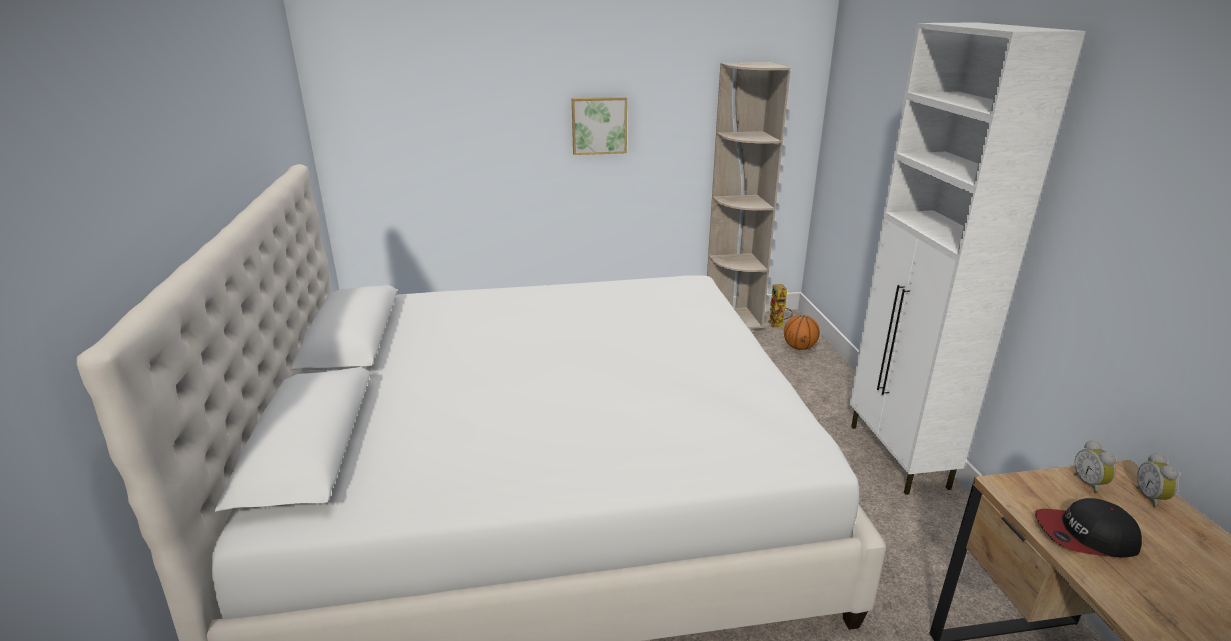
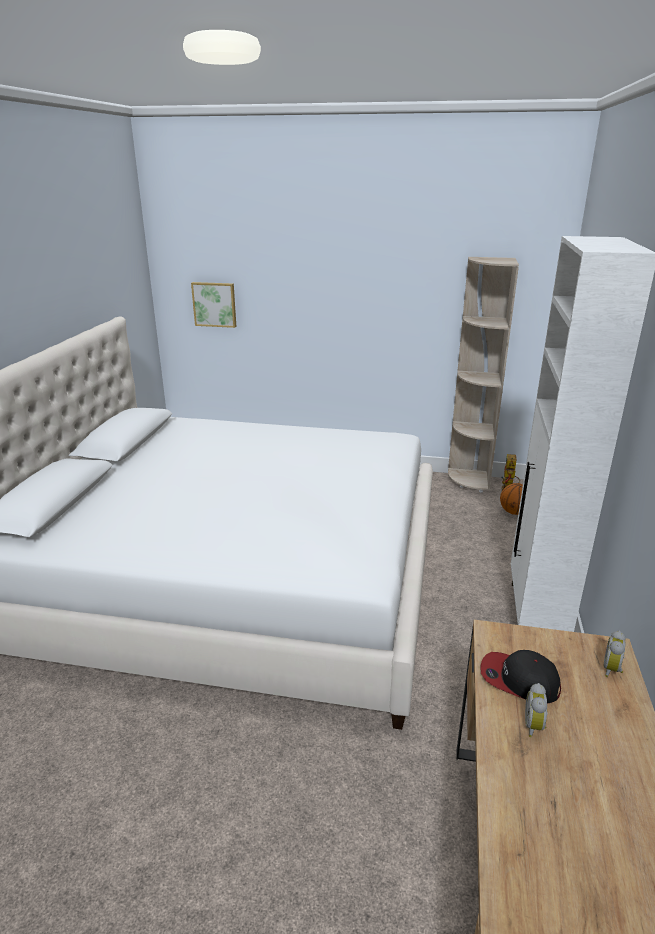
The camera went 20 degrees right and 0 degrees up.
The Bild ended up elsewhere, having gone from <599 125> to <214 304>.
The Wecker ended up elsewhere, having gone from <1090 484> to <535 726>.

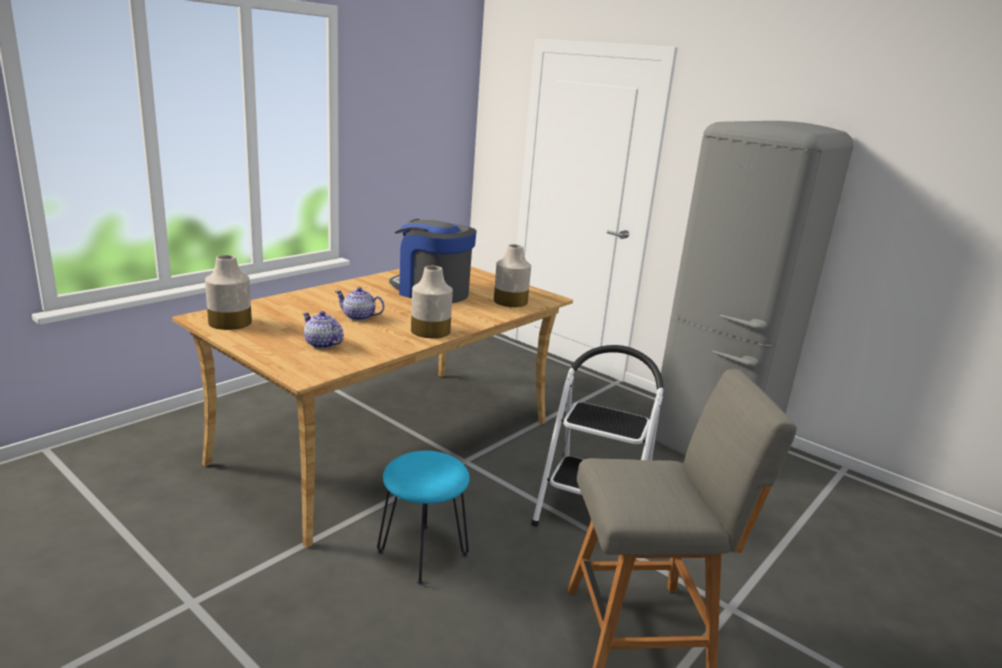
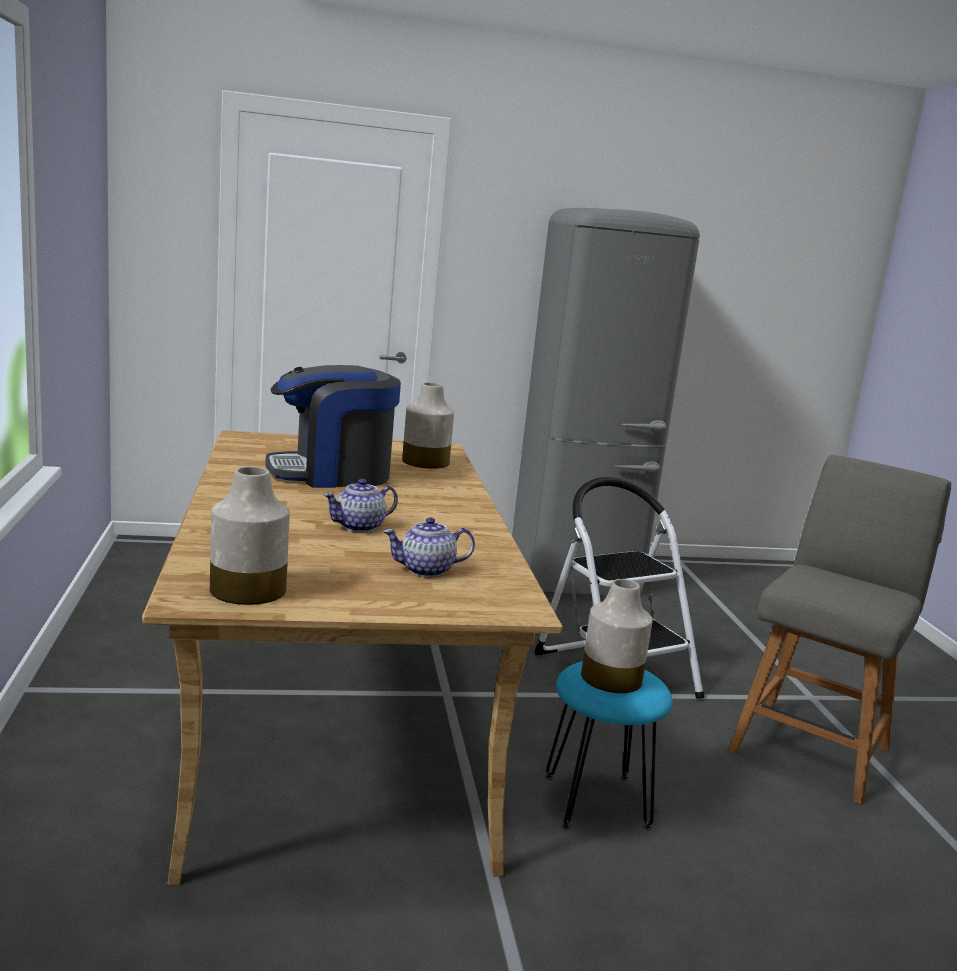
The camera went 50 degrees left and 5 degrees down.
The Vase (beige) ended up elsewhere, having gone from <431 331> to <612 677>.

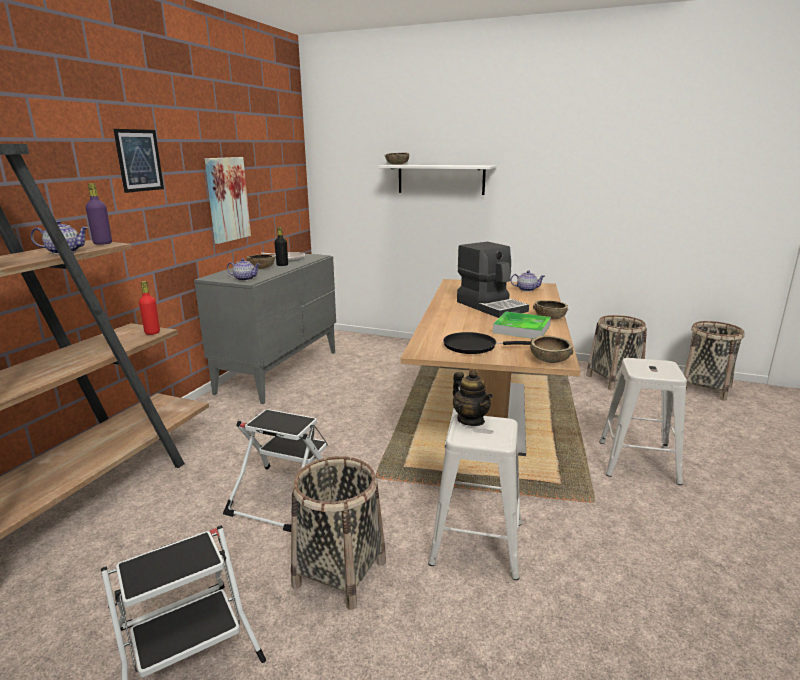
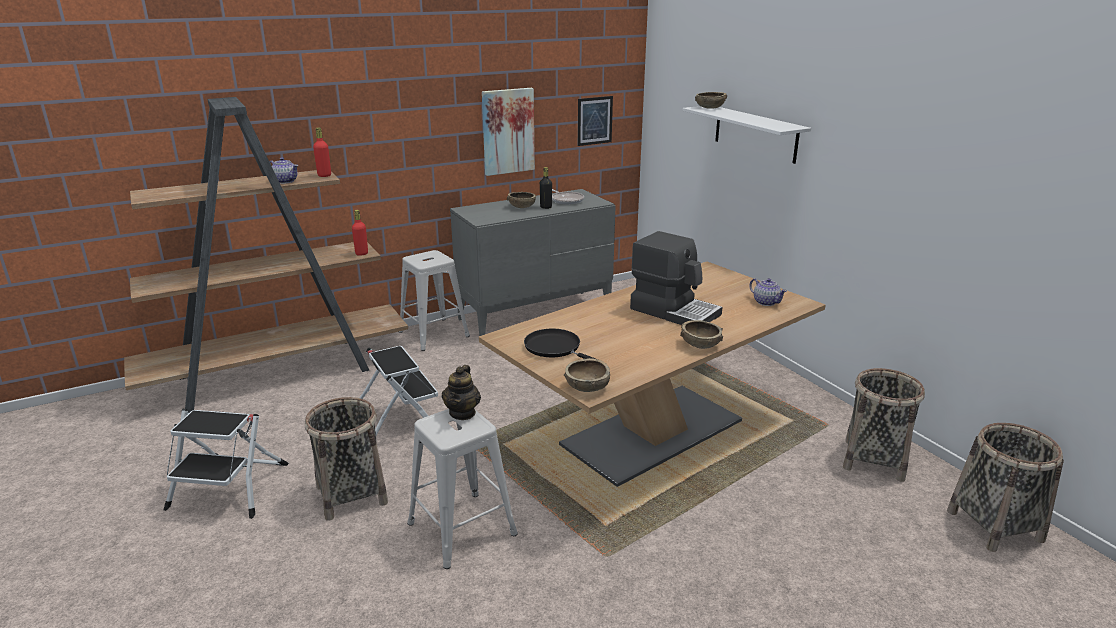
The camera went 40 degrees right and 5 degrees up.
What was the Flasche (lila) at <103 243> turned into the Flasche (rot) at <324 175>.
The Bild ended up elsewhere, having gone from <139 160> to <594 120>.
The second view lost the Teekanne at <244 279>.
The Kaffeemaschine at <491 306> ended up facing another way, 60 degrees counterclockwise from before.
The second view lost the Tablett at <521 329>.
The Hocker (weiß) ended up elsewhere, having gone from <638 462> to <433 334>.

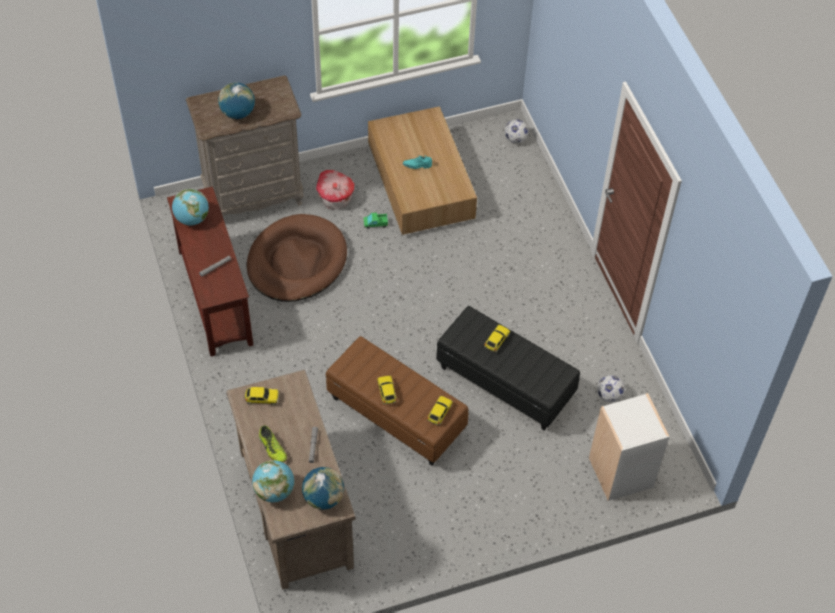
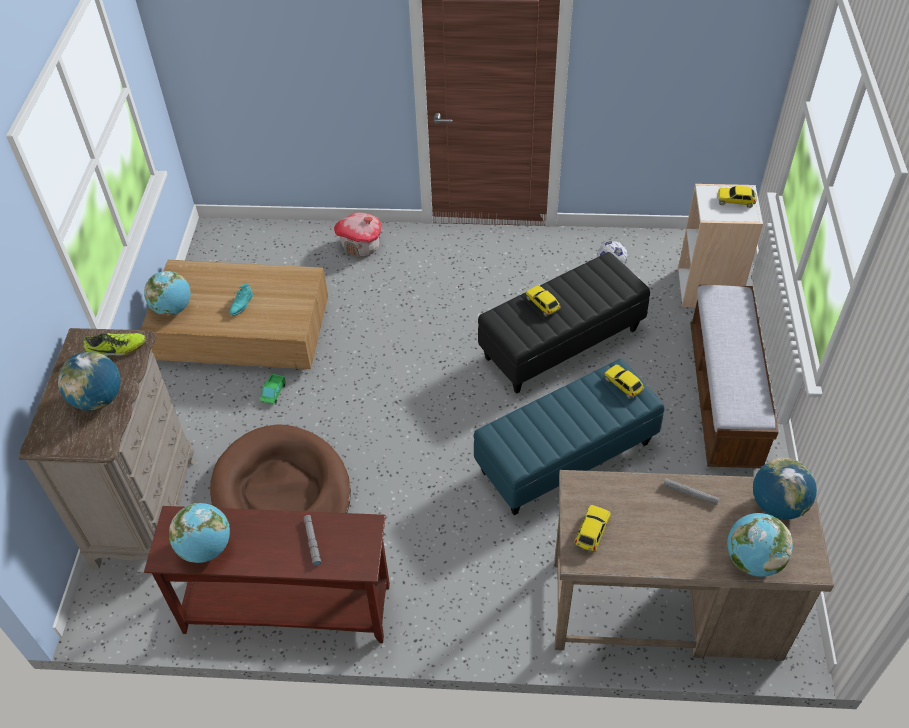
The camera went 65 degrees left and 5 degrees down.
The Schuh ended up elsewhere, having gone from <272 448> to <117 349>.
The Spielzeughaus ended up elsewhere, having gone from <335 198> to <361 245>.
What was the Polsterhocker (braun) at <395 417> turned into the Polsterhocker (blau) at <566 459>.
The Spielzeugauto ended up elsewhere, having gone from <387 392> to <735 201>.
The second view lost the Fußball at <515 139>.
The second view gained the Globus at <173 309>.
The second view gained the Bank at <723 396>.

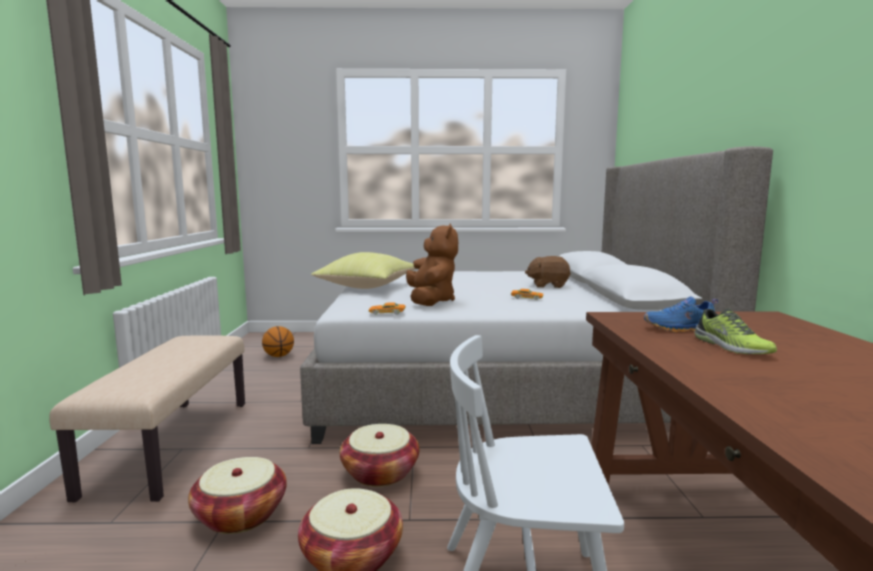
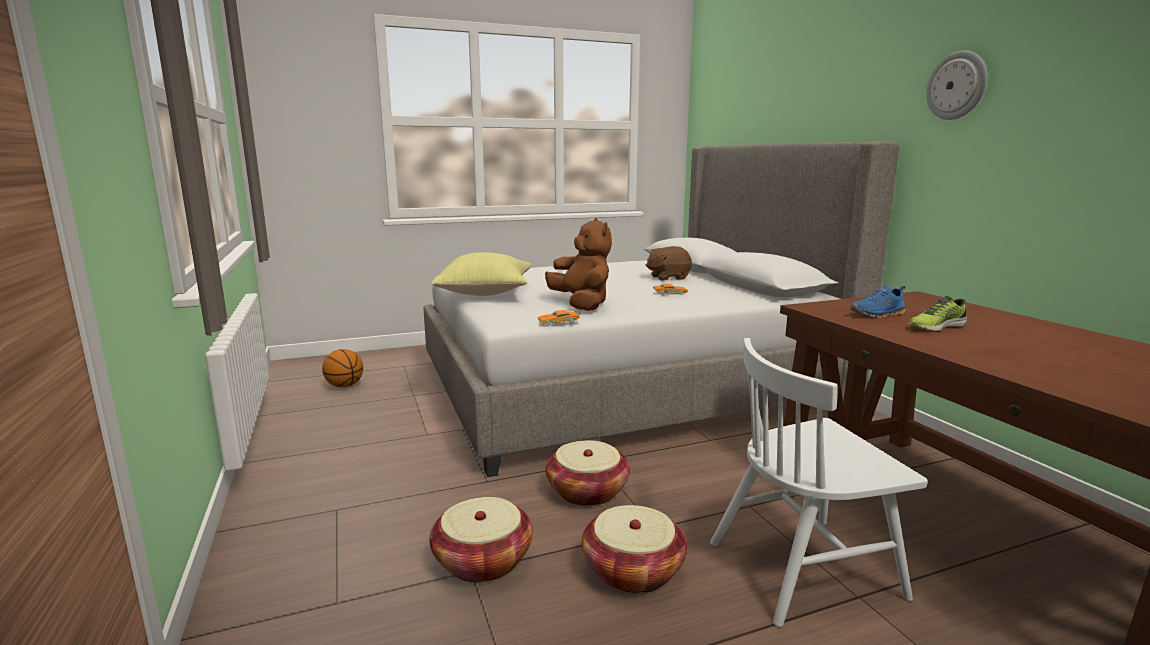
The camera went 20 degrees left and 5 degrees up.
The second view lost the Bank (beige) at <172 444>.
The Schuh at <730 347> ended up facing another way, 105 degrees clockwise from before.
The second view gained the Wanduhr at <957 85>.

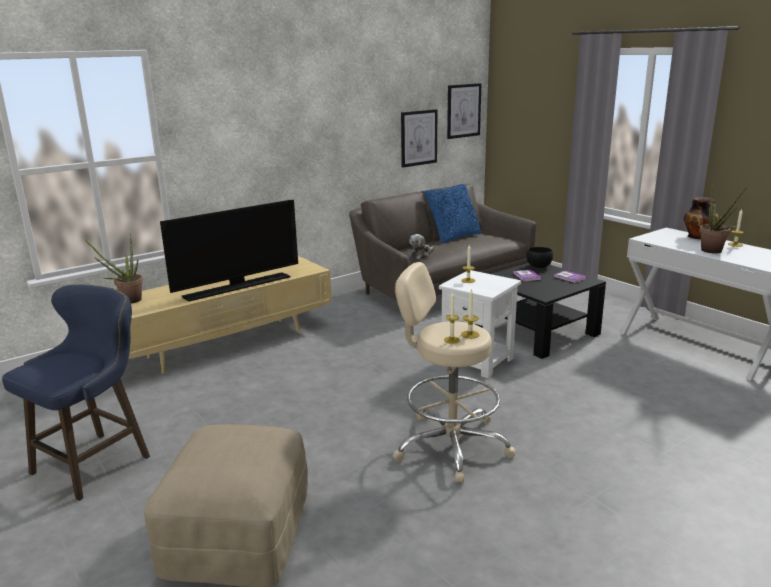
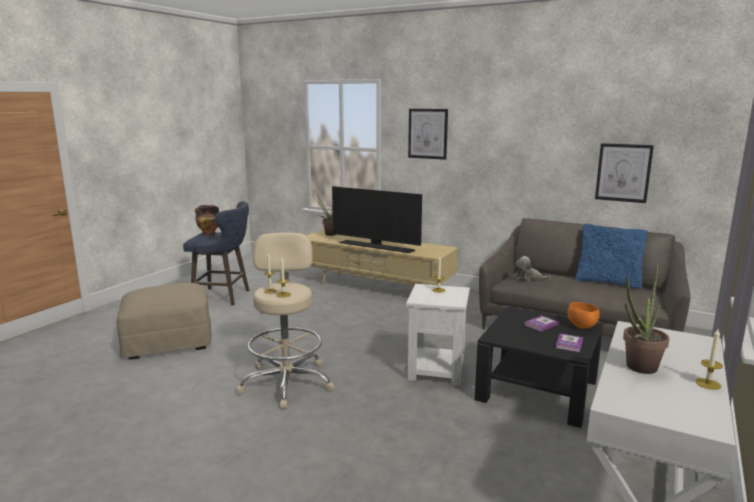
The camera went 65 degrees right and 5 degrees down.
The Bild ended up elsewhere, having gone from <463 110> to <428 133>.
What was the Schüssel (schwarz) at <539 267> turned into the Schüssel (orange) at <581 326>.
The Vase ended up elsewhere, having gone from <698 237> to <208 234>.

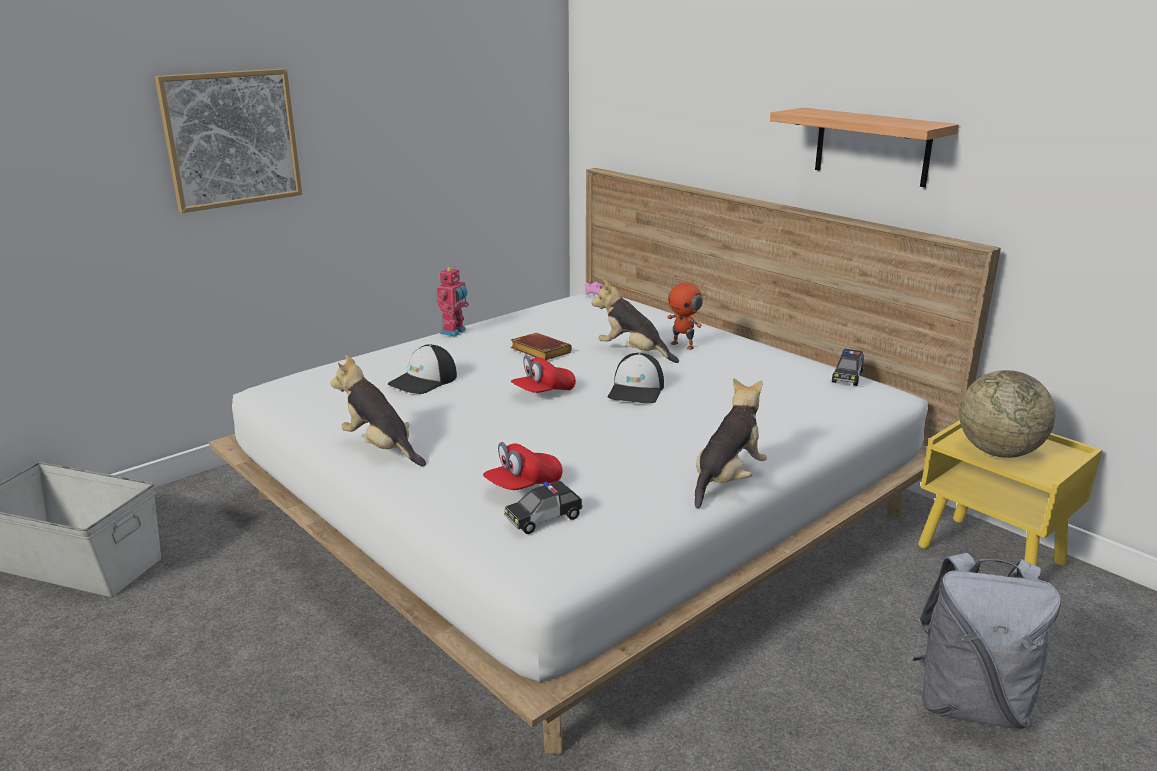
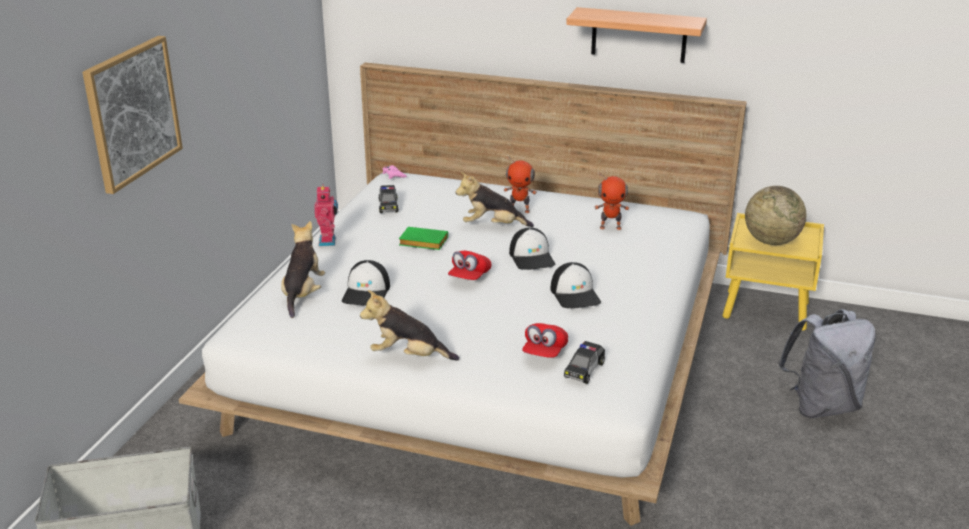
The camera went 30 degrees left and 5 degrees up.
What was the Buch (braun) at <538 352> turned into the Buch (grün) at <422 243>.
The Plüschtier ended up elsewhere, having gone from <727 479> to <303 294>.
The Spielzeugauto ended up elsewhere, having gone from <847 376> to <388 206>.
The second view gained the Kappe at <575 294>.
The second view gained the Spielzeugroboter at <610 227>.

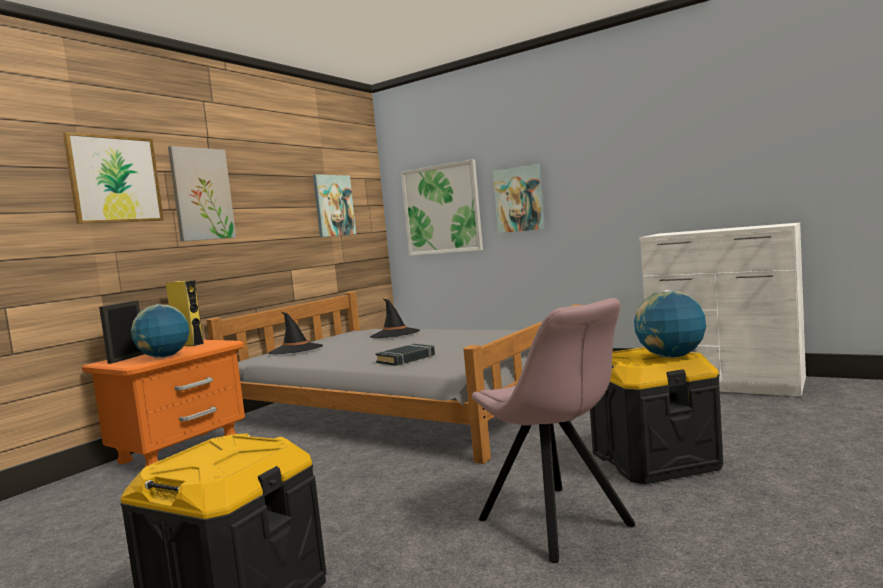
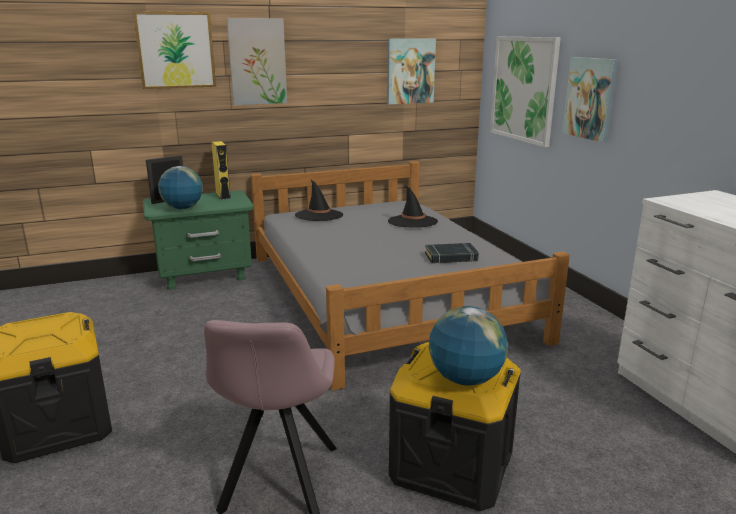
The camera went 35 degrees right and 15 degrees up.
What was the Nachttisch (orange) at <182 450> turned into the Nachttisch (grün) at <205 277>.
The Buch (schwarz) ended up elsewhere, having gone from <406 359> to <451 257>.

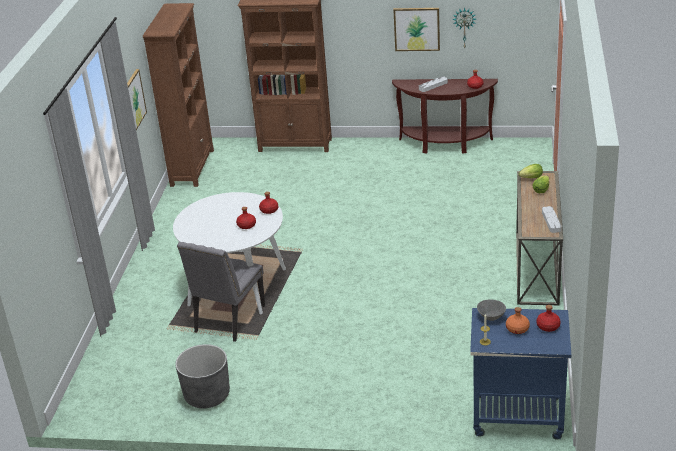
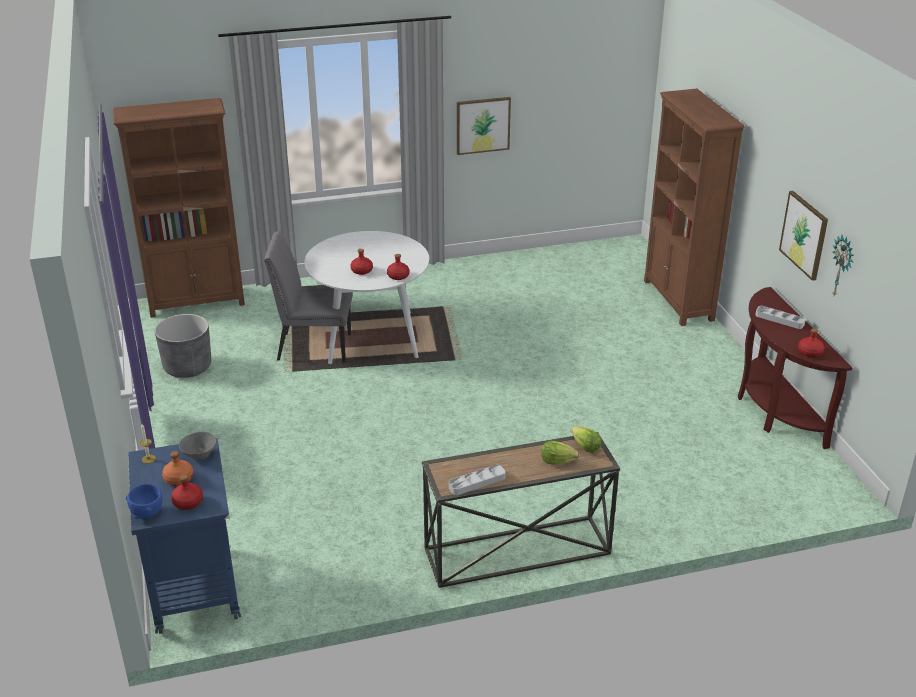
The camera went 65 degrees right and 0 degrees up.
The Bücherregal (braun) ended up elsewhere, having gone from <192 167> to <197 302>.
The second view gained the Schüssel (blau) at <147 513>.

